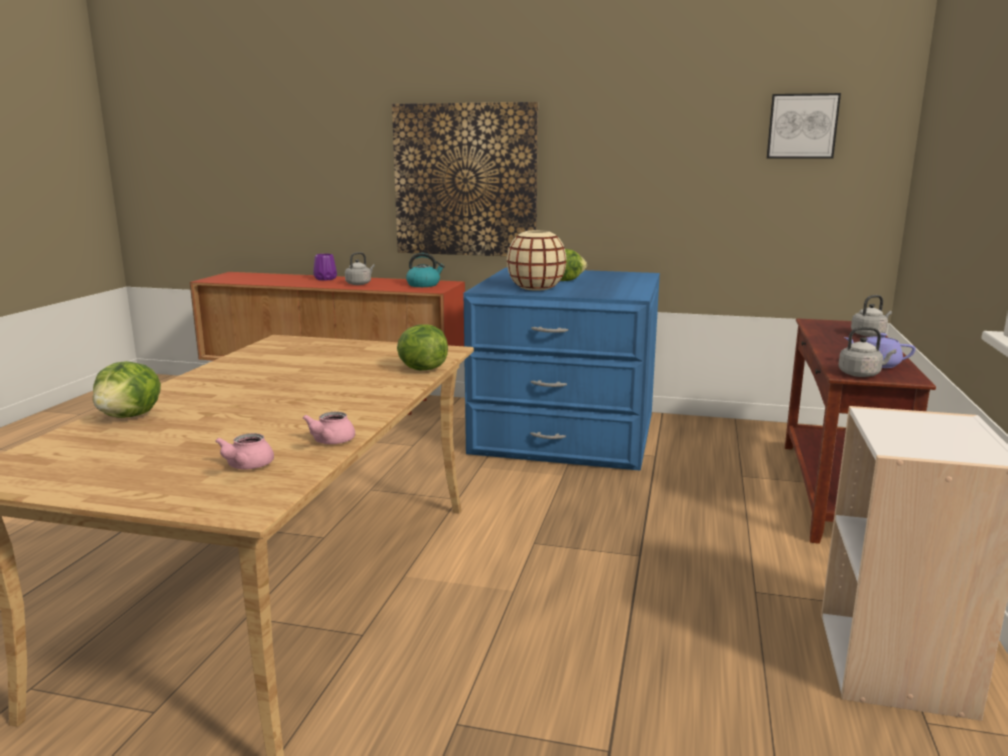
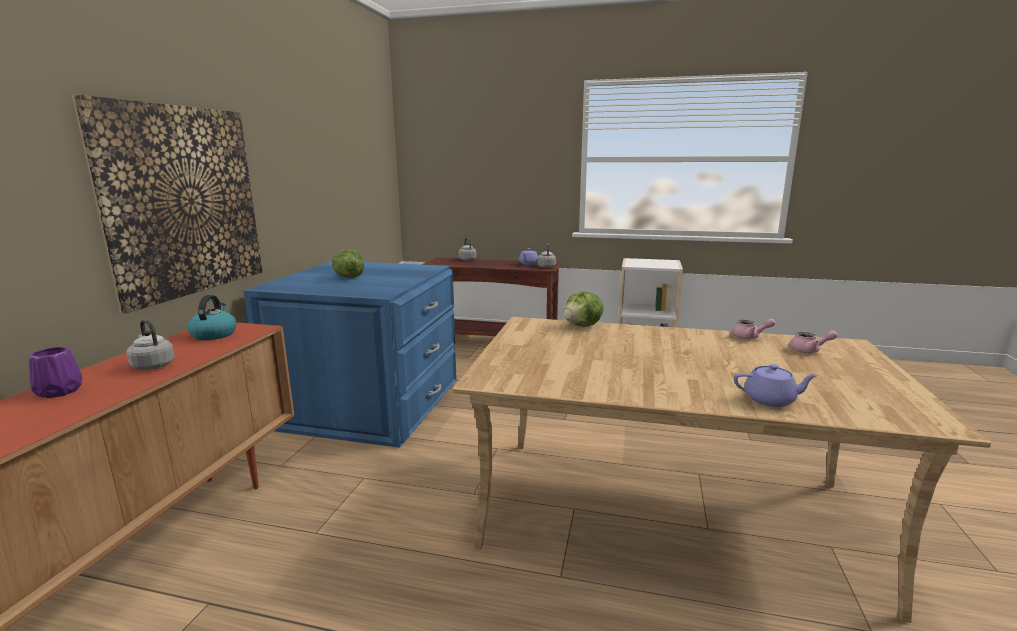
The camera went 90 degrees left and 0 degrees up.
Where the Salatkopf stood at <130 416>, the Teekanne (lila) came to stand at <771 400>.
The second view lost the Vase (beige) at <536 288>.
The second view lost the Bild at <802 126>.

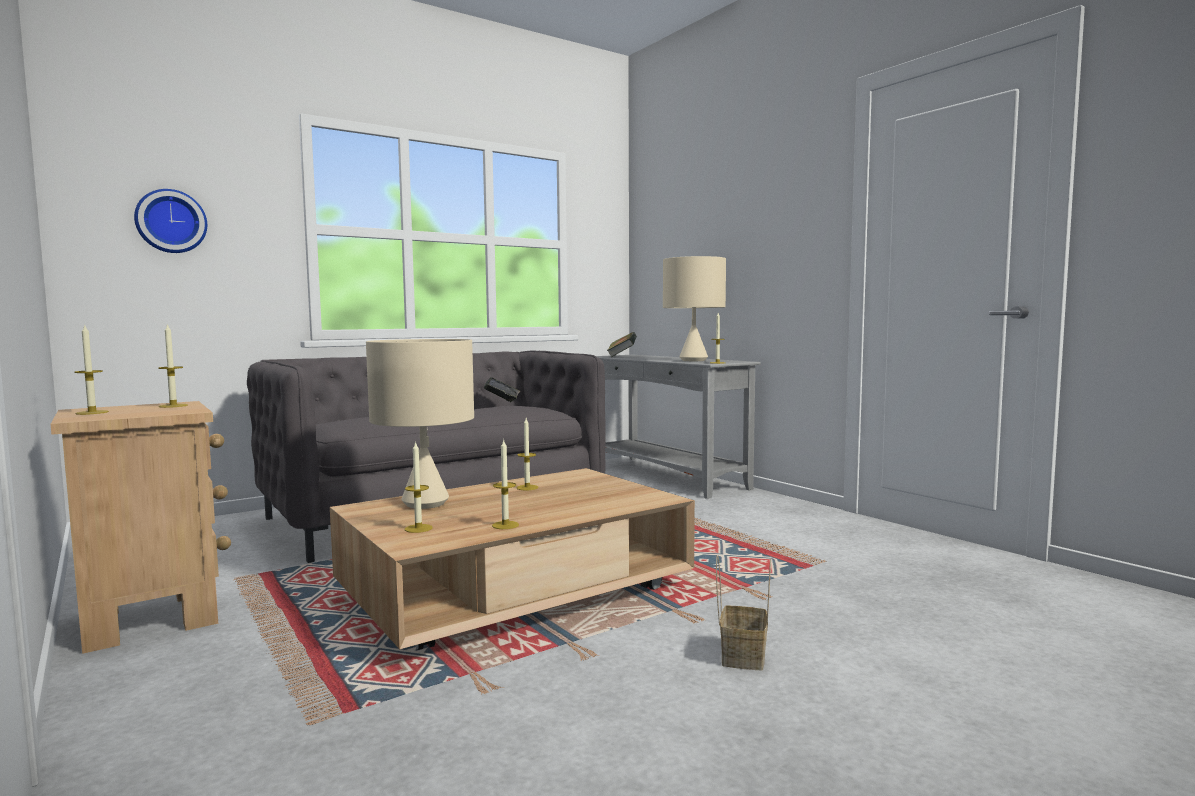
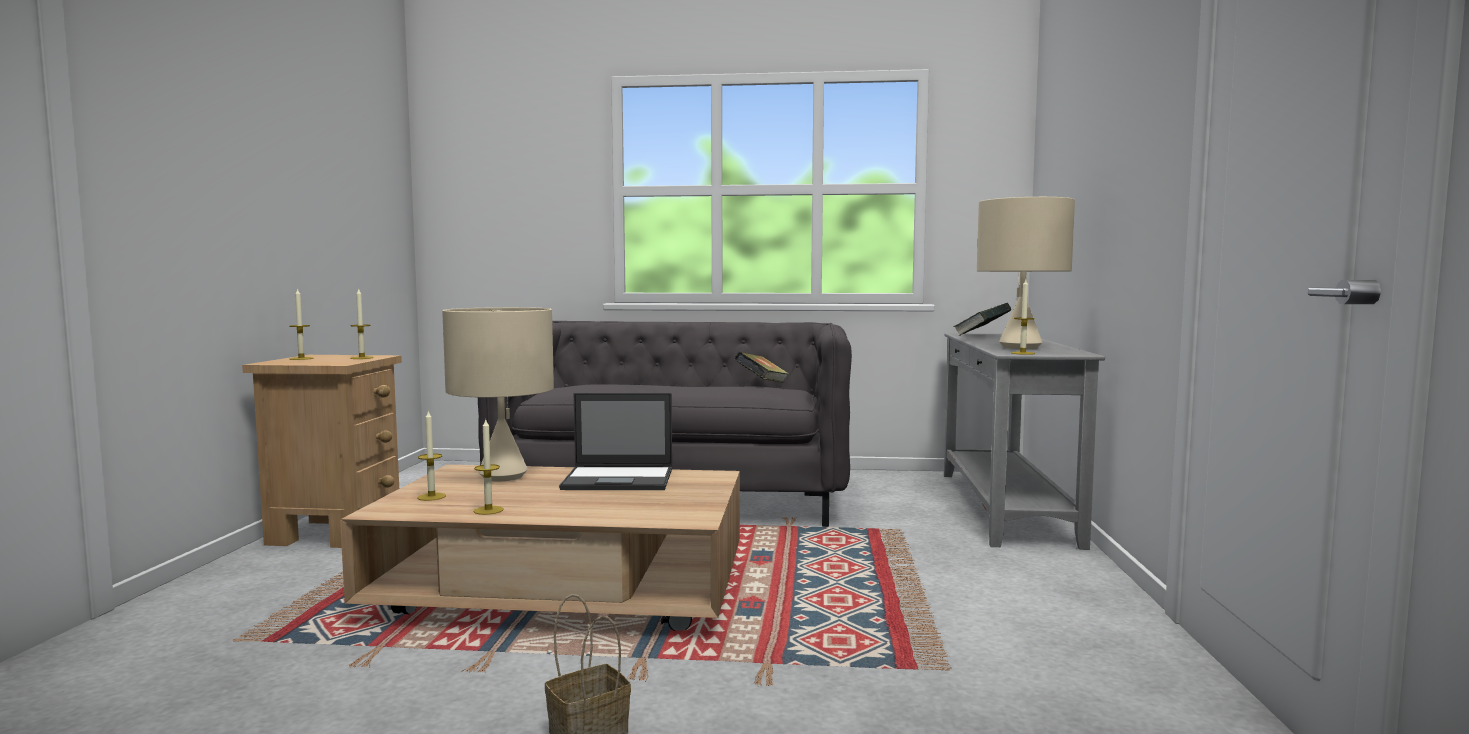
The camera went 40 degrees right and 0 degrees up.
The second view lost the Wanduhr at <171 221>.
Where the Kerze stood at <527 487>, the Laptop came to stand at <620 479>.

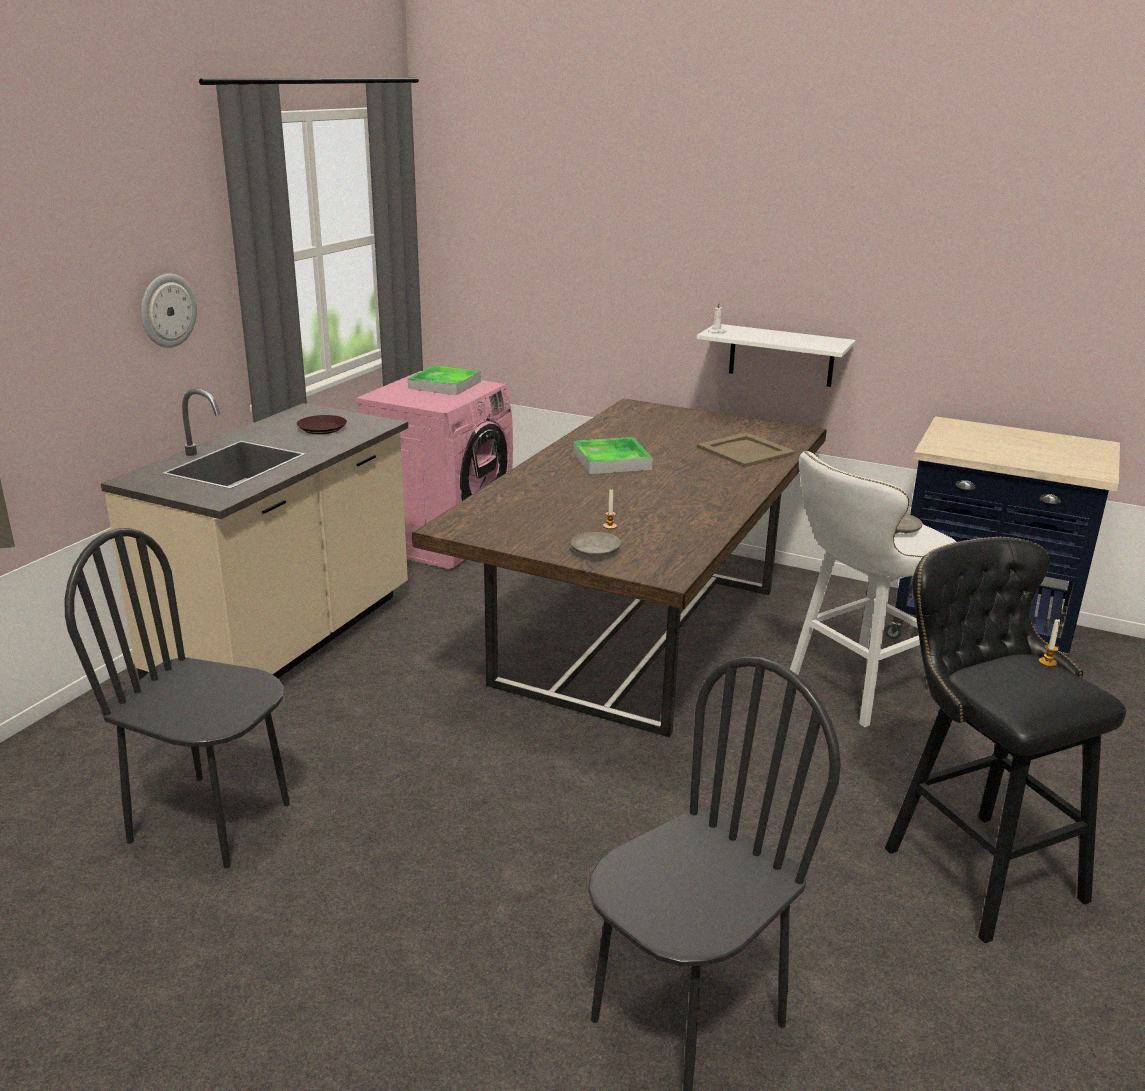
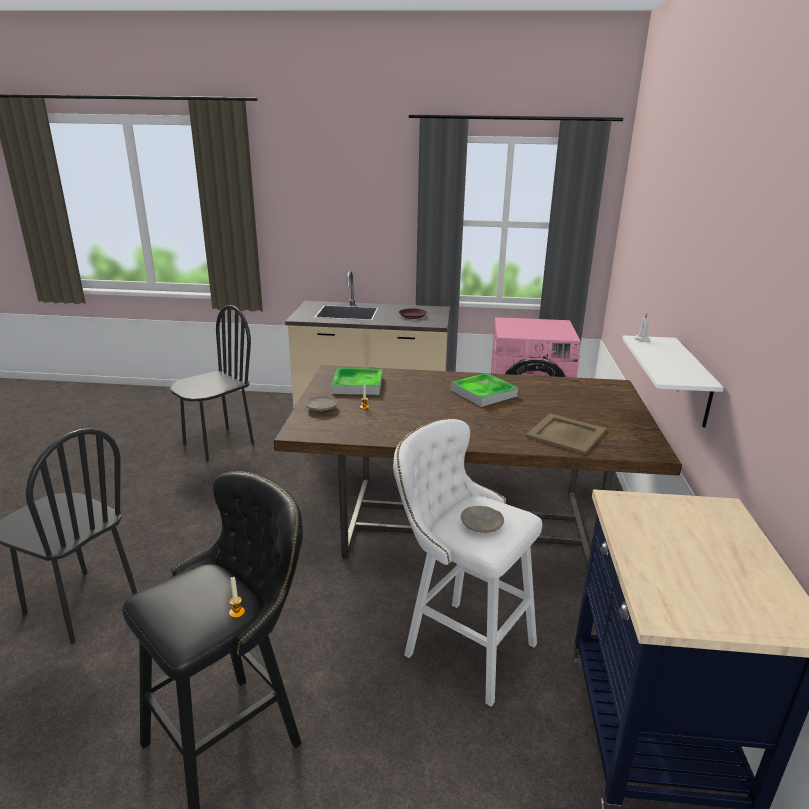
The camera went 70 degrees right and 0 degrees up.
The Stuhl (schwarz) at <211 821> ended up facing another way, 45 degrees clockwise from before.
The second view lost the Wanduhr at <167 310>.
The Tablett ended up elsewhere, having gone from <445 385> to <357 385>.

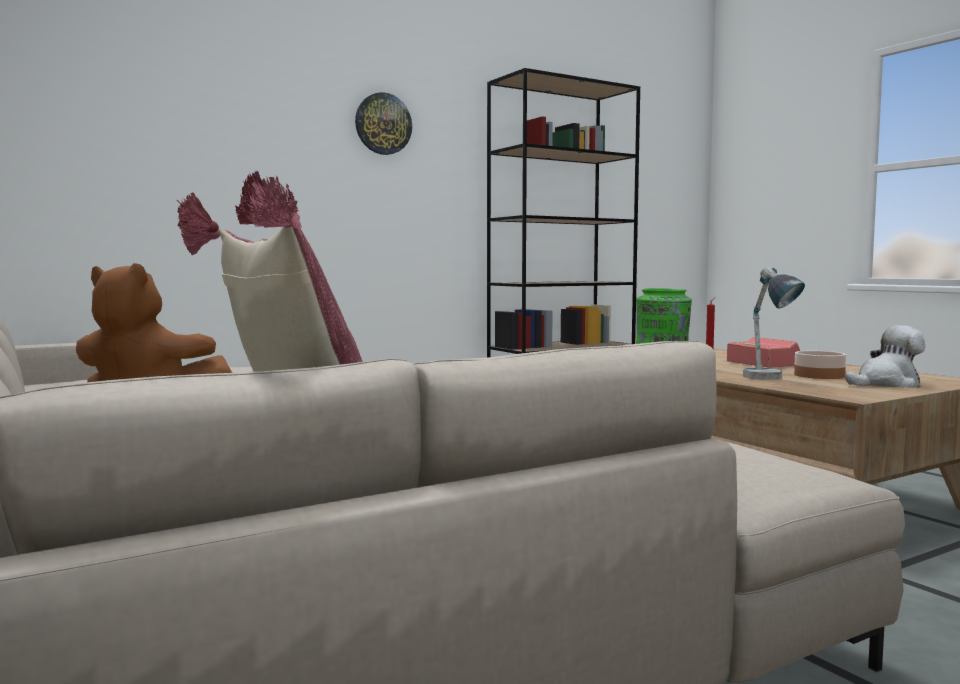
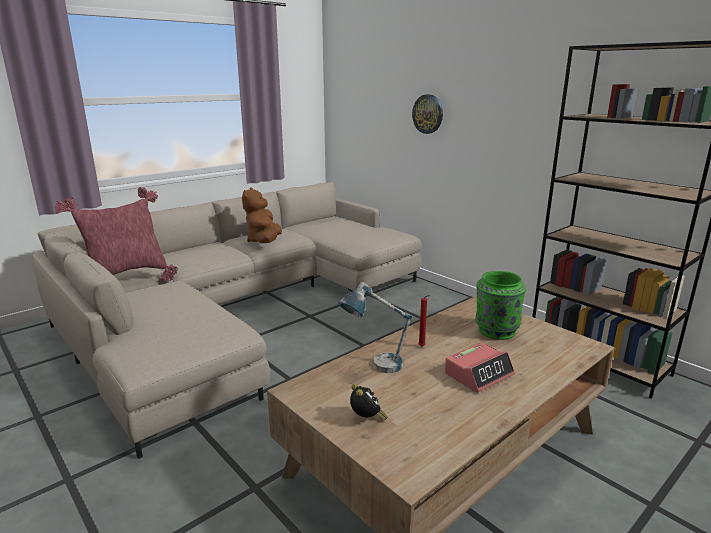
The camera went 80 degrees right and 15 degrees up.
The Wanduhr ended up elsewhere, having gone from <383 124> to <428 114>.
The second view lost the Schüssel at <819 375>.
Where the Plüschtier stood at <886 384>, the Wecker came to stand at <367 419>.

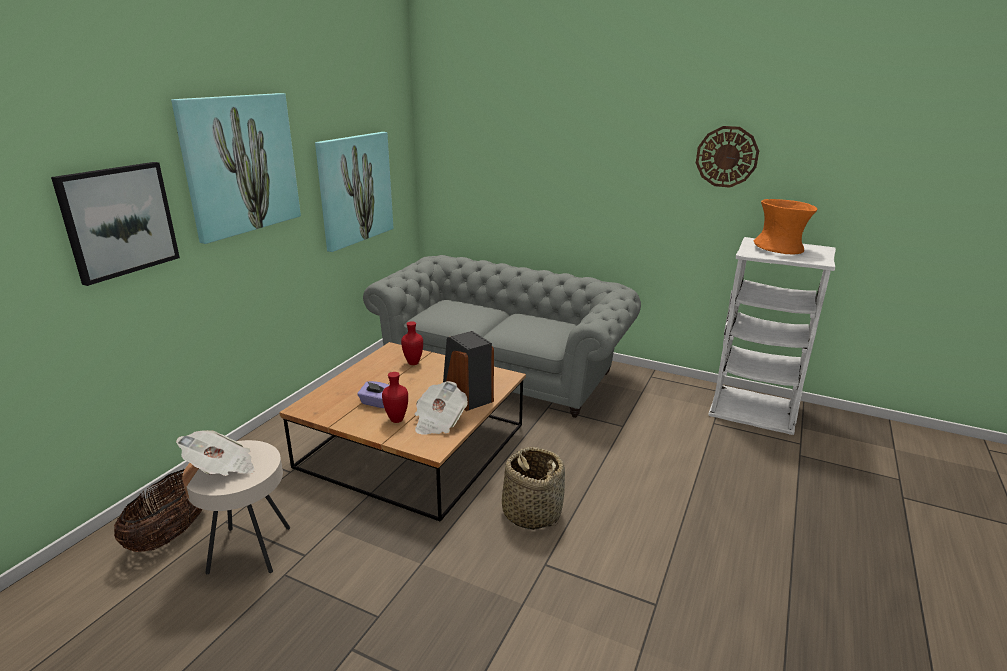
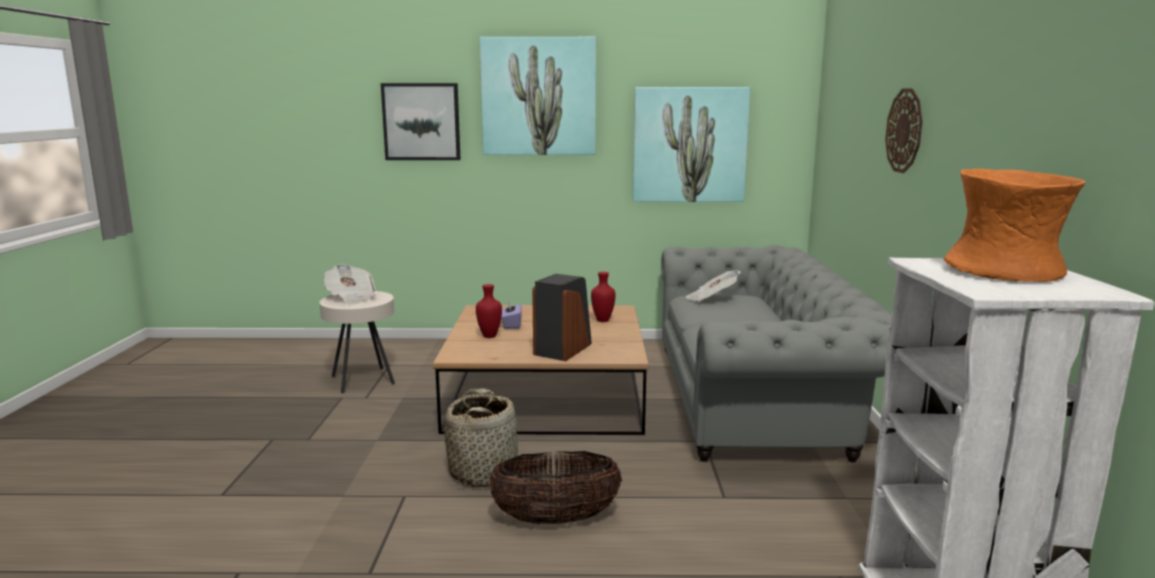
The camera went 65 degrees right and 10 degrees down.
The Korb ended up elsewhere, having gone from <172 532> to <555 519>.
The Zeitung ended up elsewhere, having gone from <438 422> to <711 299>.
The Wanduhr ended up elsewhere, having gone from <726 157> to <904 130>.

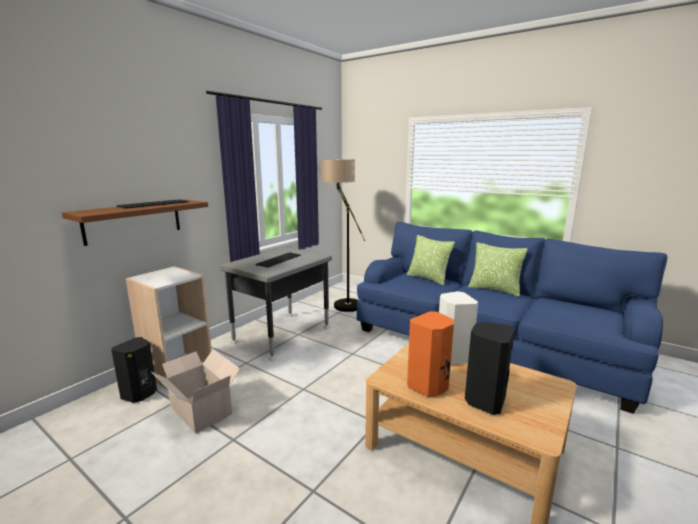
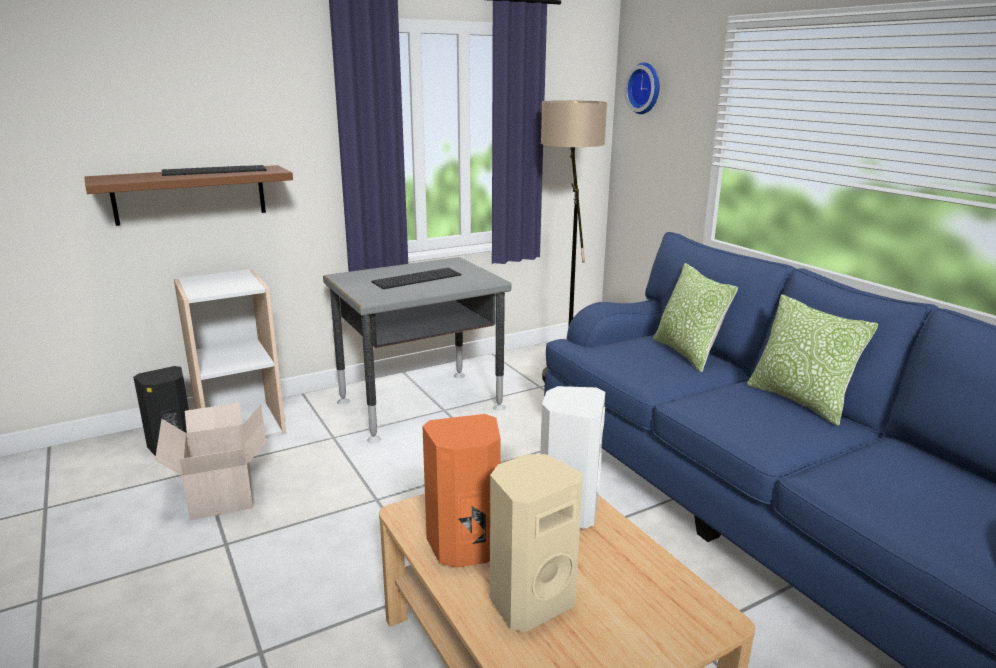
The camera went 25 degrees right and 5 degrees up.
What was the Lautsprecher (schwarz) at <484 400> turned into the Lautsprecher (beige) at <530 601>.
The second view gained the Wanduhr at <645 88>.

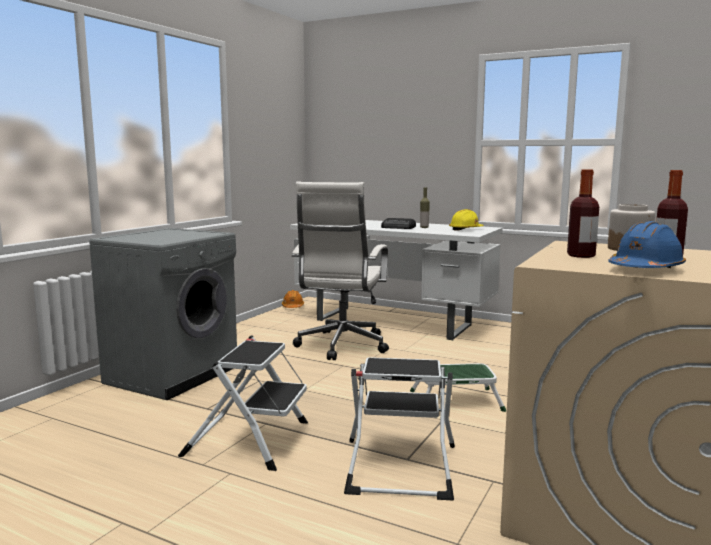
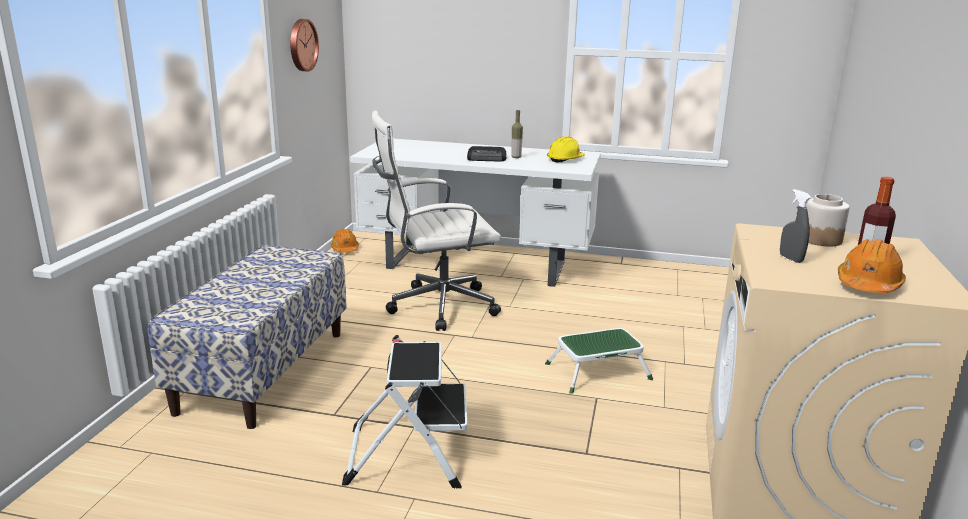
The camera went 15 degrees left and 10 degrees up.
Where the Waschmaschine (grau) stood at <174 375>, the Bank came to stand at <263 370>.
The Bürostuhl (weiß) at <341 346> ended up facing another way, 75 degrees clockwise from before.
The second view lost the Trittleiter at <400 465>.
Where the Flasche stood at <581 256>, the Sprühflasche (grau) came to stand at <791 259>.
What was the Schutzhelm (blau) at <645 269> turned into the Schutzhelm (orange) at <868 284>.
The second view gained the Wanduhr at <302 45>.

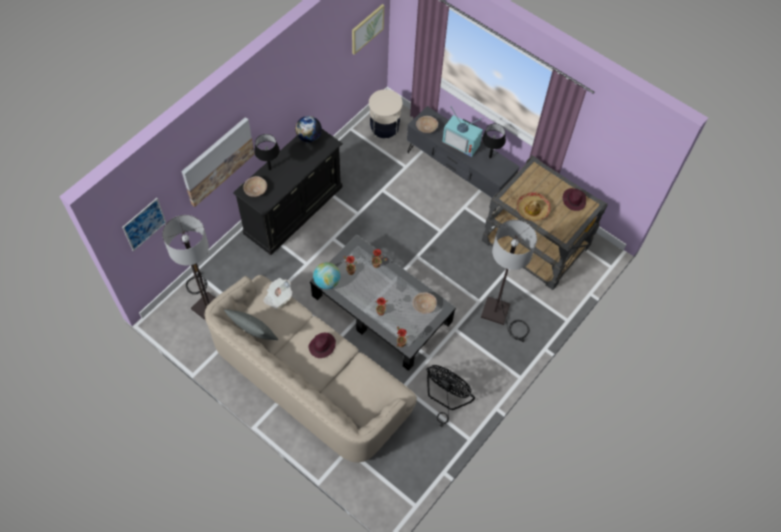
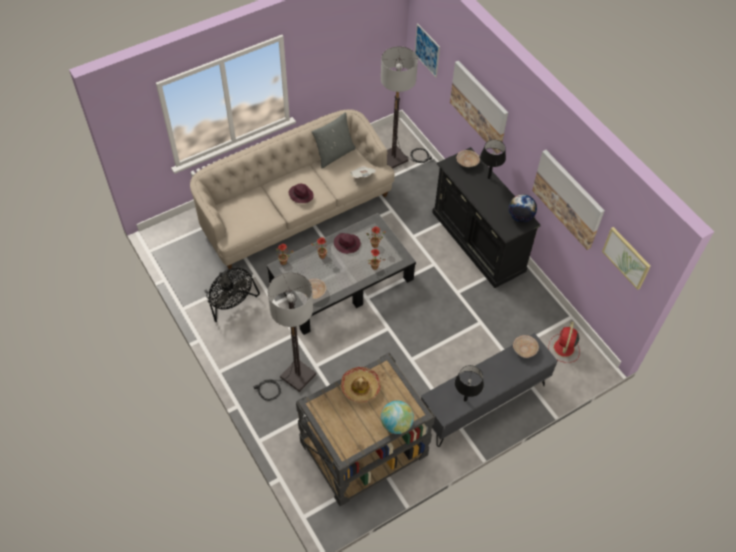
The camera went 110 degrees right and 5 degrees down.
The Globus ended up elsewhere, having gone from <327 282> to <396 424>.
Where the Beistelltisch (beige) stood at <384 129>, the Ventilator (rot) came to stand at <563 349>.
The second view lost the Fernseher at <462 142>.
The Hut (lila) ended up elsewhere, having gone from <574 200> to <347 244>.
The second view gained the Bild at <568 199>.

